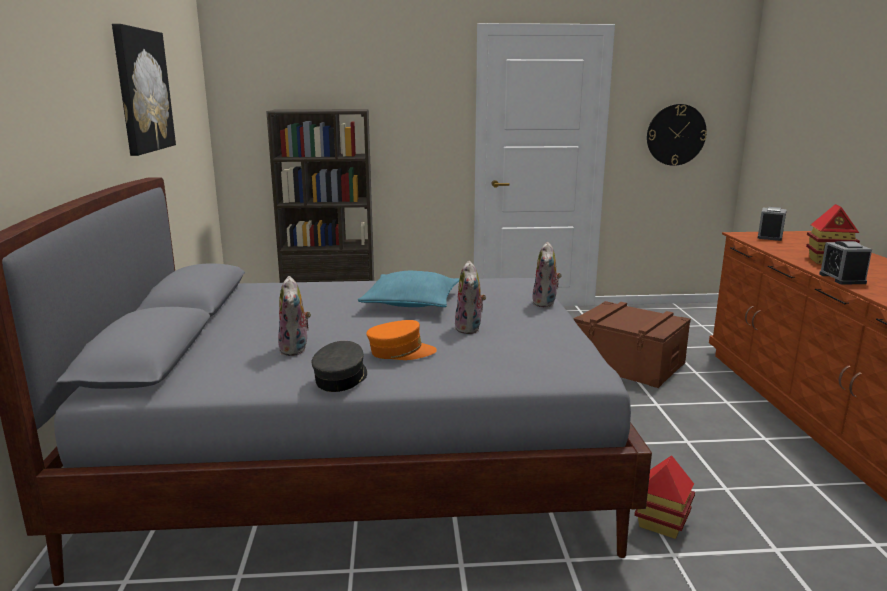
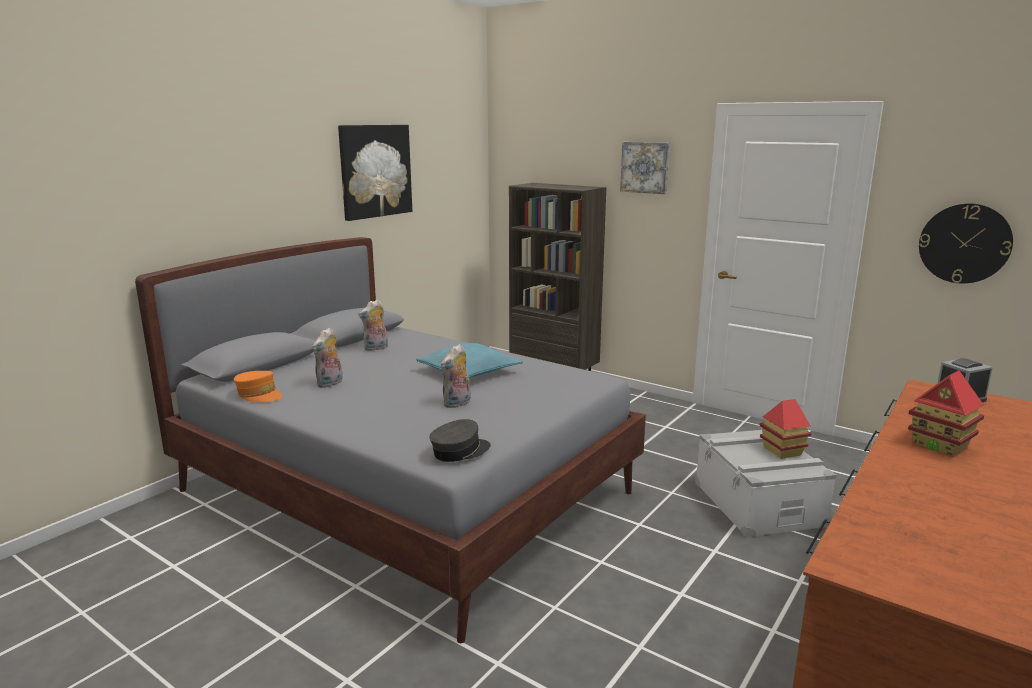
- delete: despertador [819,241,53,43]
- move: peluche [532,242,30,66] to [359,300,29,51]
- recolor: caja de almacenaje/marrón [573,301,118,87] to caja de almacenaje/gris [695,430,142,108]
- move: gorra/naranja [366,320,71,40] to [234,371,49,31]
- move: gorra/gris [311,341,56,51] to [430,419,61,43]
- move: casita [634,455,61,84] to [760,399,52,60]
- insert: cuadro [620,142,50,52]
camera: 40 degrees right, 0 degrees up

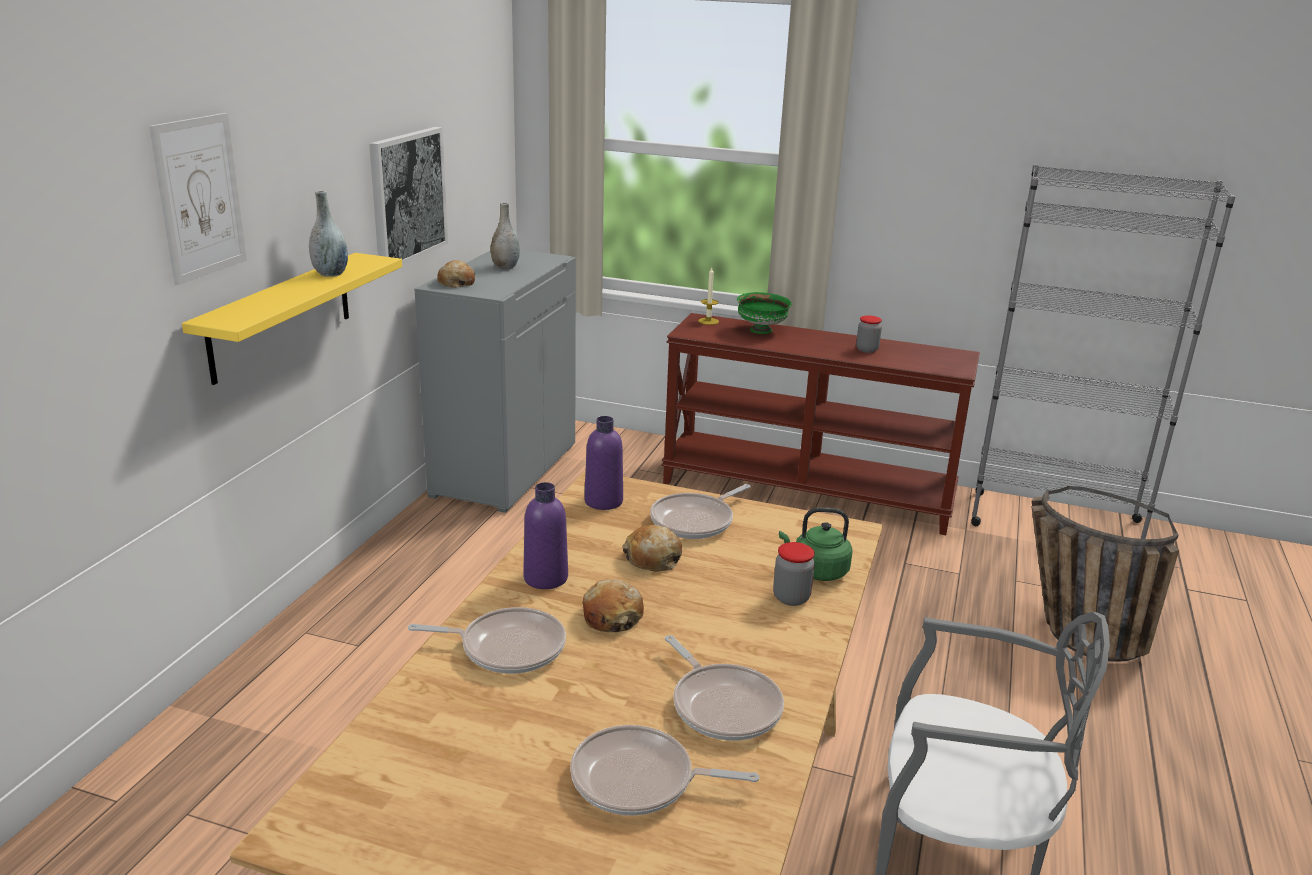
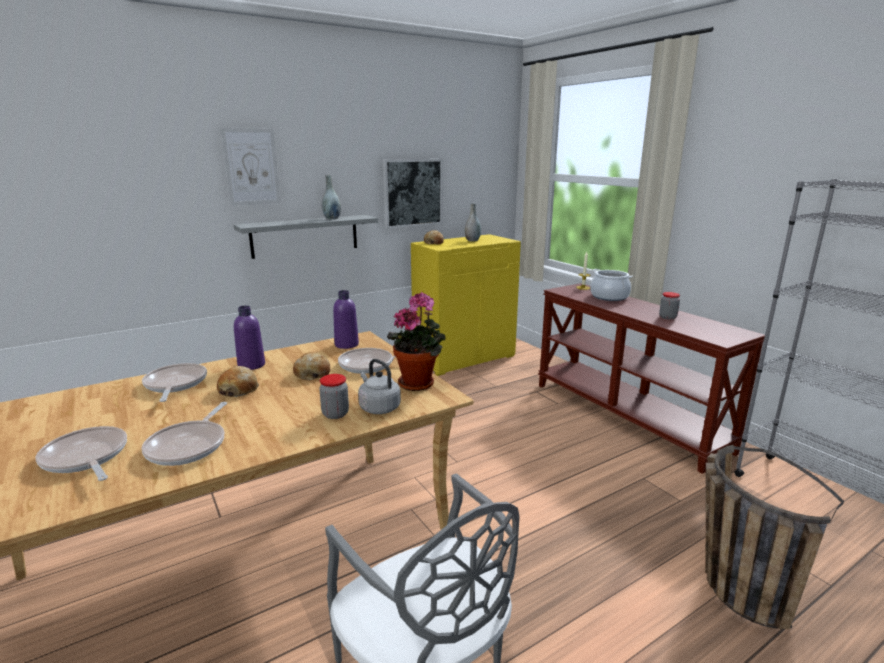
- recolor: armario/gris [415,250,161,263] to armario/amarillo [411,234,110,142]
- recolor: estante/amarillo [182,253,220,132] to estante/gris [234,215,144,44]
- replace: cuenco/verde [737,292,55,42] to olla [590,269,43,32]
- recolor: hervidor/verde [779,507,74,74] to hervidor/gris [358,359,43,55]
- rotate: sartén [408,607,158,67] = [142,363,65,39] 150 degrees counterclockwise
- insert: planta en maceta [387,292,58,99]
camera: 40 degrees right, 5 degrees down

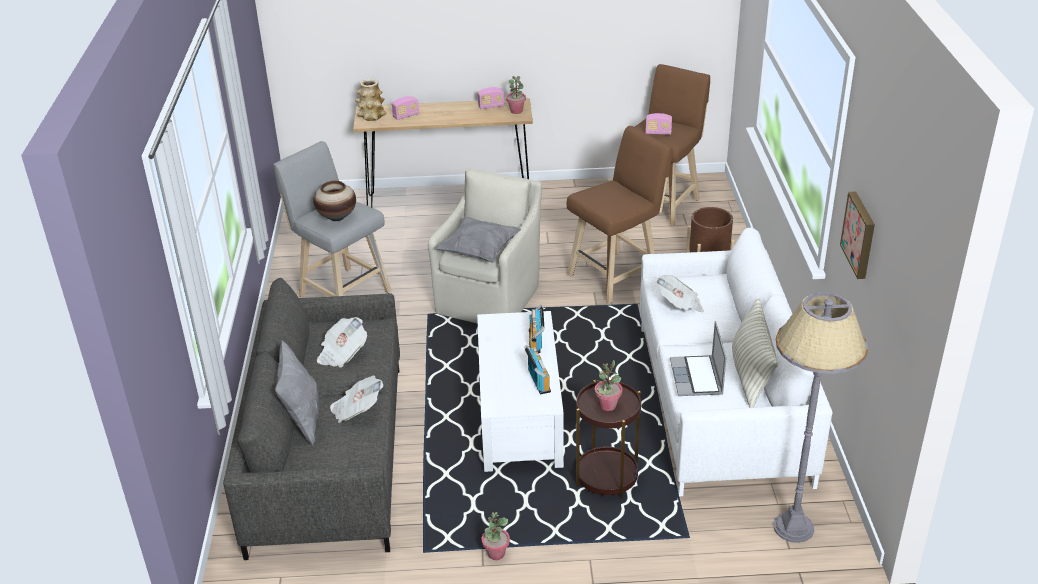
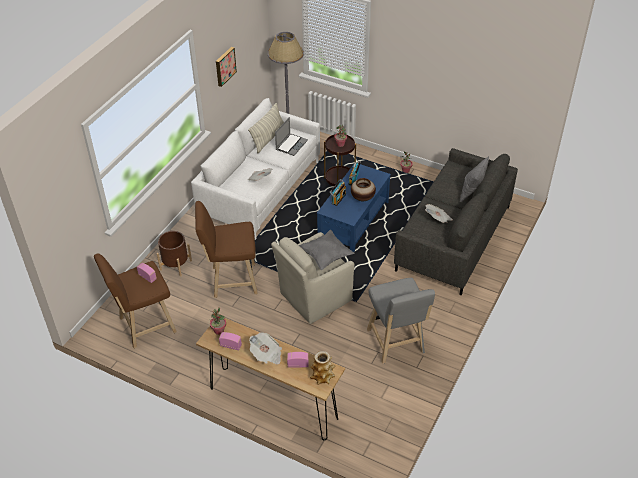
- move: florero [313,181,43,40] to [351,178,25,23]
- recolor: mesa de centro/blanco [477,311,87,161] to mesa de centro/azul [317,164,74,88]
- move: periódico [330,376,53,47] to [249,332,33,33]
camera: 150 degrees left, 10 degrees up

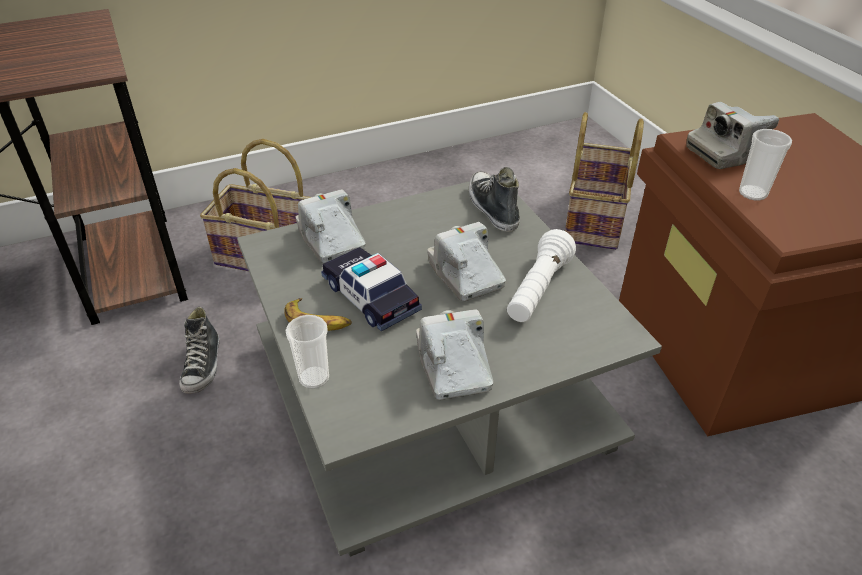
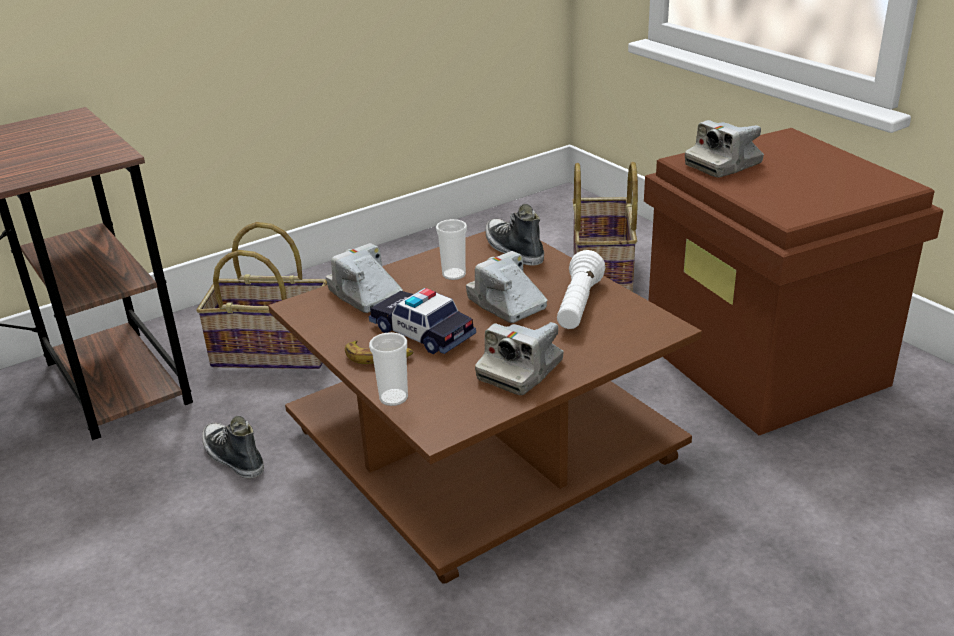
- move: taza [739,129,53,71] to [436,219,31,61]
- recolor: mesa de centro/gris [237,176,425,381] to mesa de centro/marrón [268,231,434,353]
- rotate: zapato [179,307,40,87] = [202,416,62,62] 150 degrees clockwise
- rotate: cámara [416,309,77,91] = [475,322,89,73] 120 degrees counterclockwise
camera: 10 degrees left, 10 degrees down

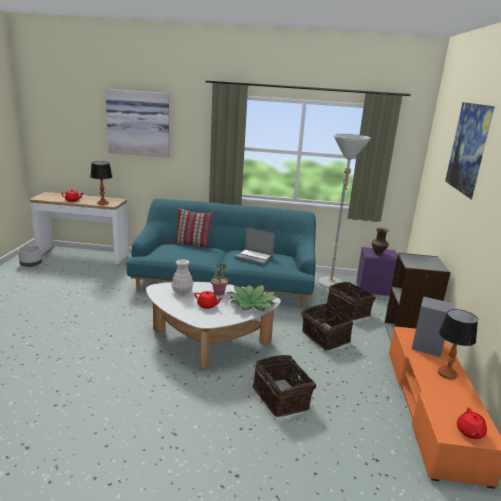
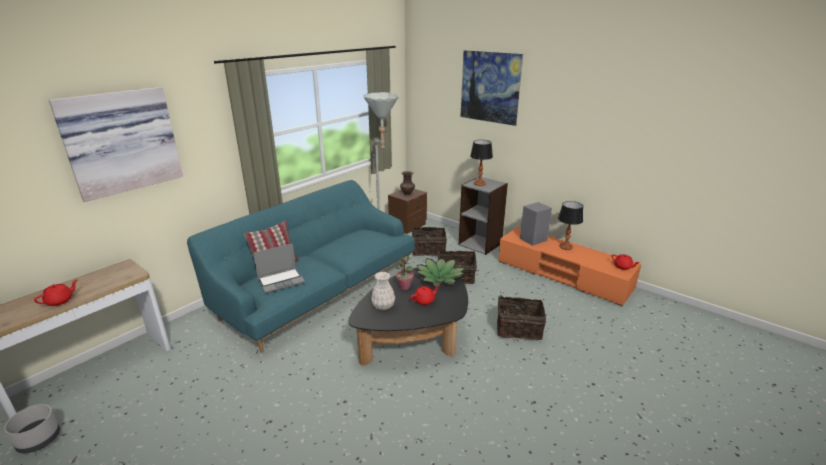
- move: lámpara de mesa [90,161,22,44] to [470,140,23,46]
- move: portátil [235,228,40,37] to [253,243,52,50]
- recolor: mesita de noche/morado [356,247,41,49] to mesita de noche/marrón [388,189,39,45]
- recolor: mesa de centro/blanco [146,282,135,87] to mesa de centro/negro [348,265,120,101]
camera: 55 degrees left, 5 degrees up

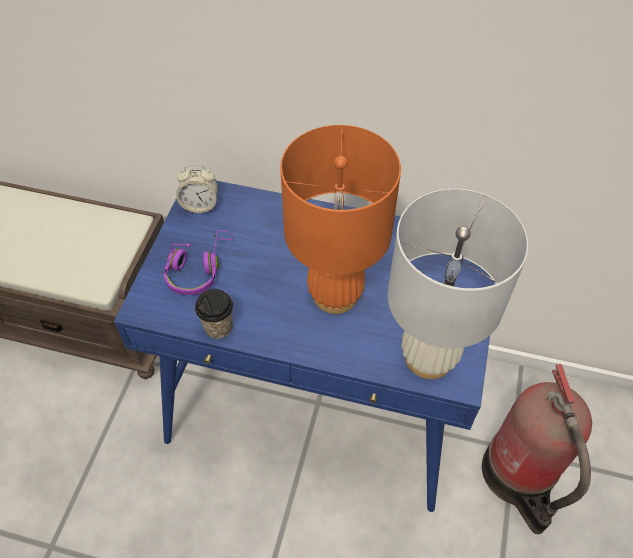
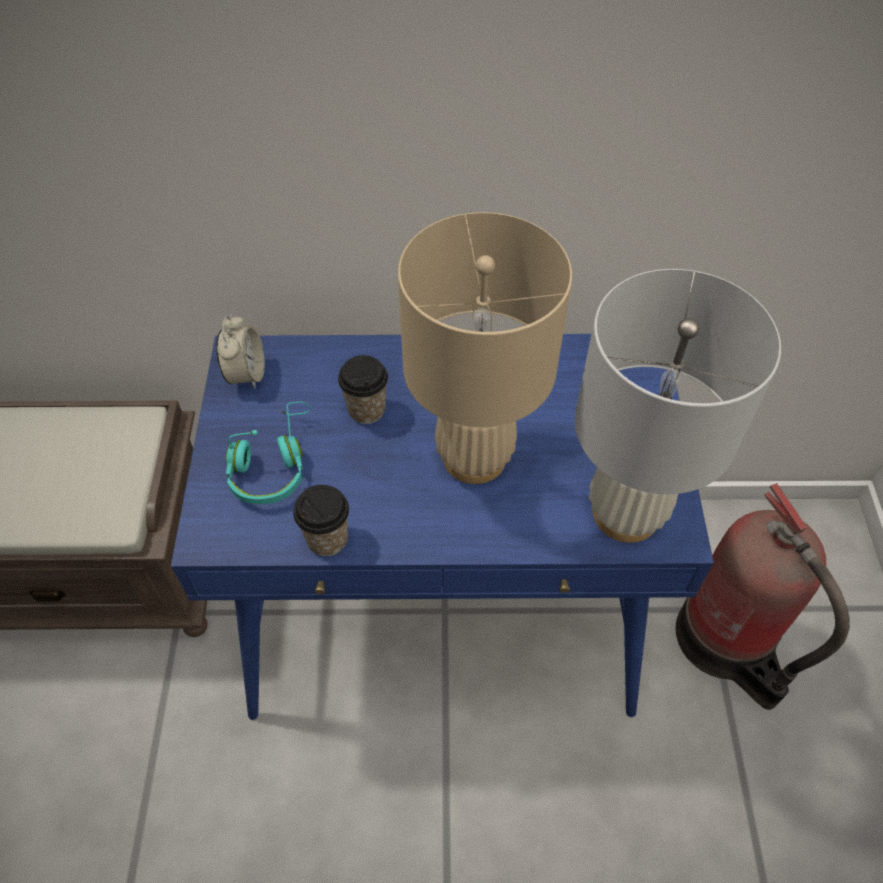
- recolor: lámpara de mesa/naranja [280,125,121,189] to lámpara de mesa/beis [398,212,174,272]
- rotate: despertador [176,165,42,48] = [216,315,49,74] 75 degrees counterclockwise
- recolor: auriculares/morado [163,230,70,65] to auriculares/turquesa [226,402,84,102]
- insert: taza [338,355,50,69]
camera: 15 degrees left, 0 degrees up

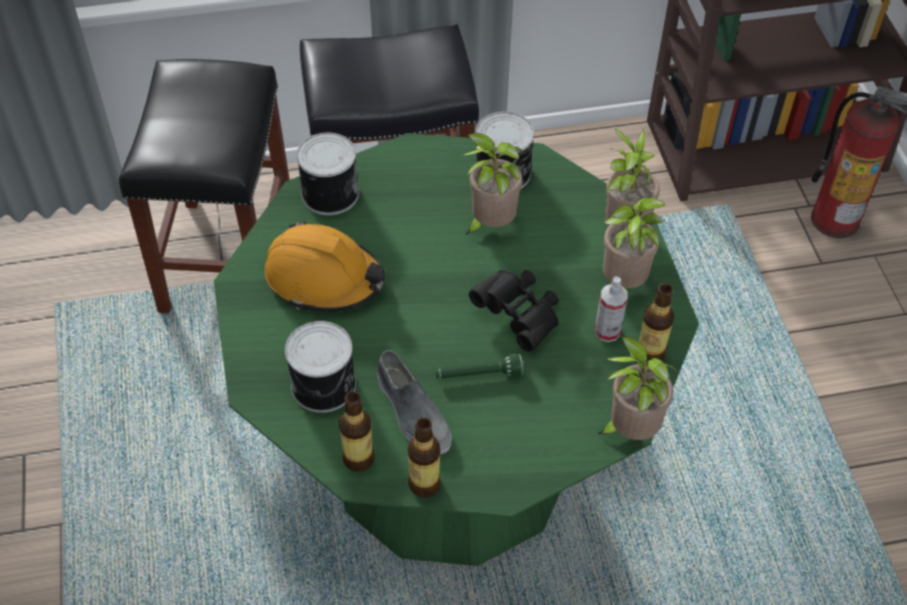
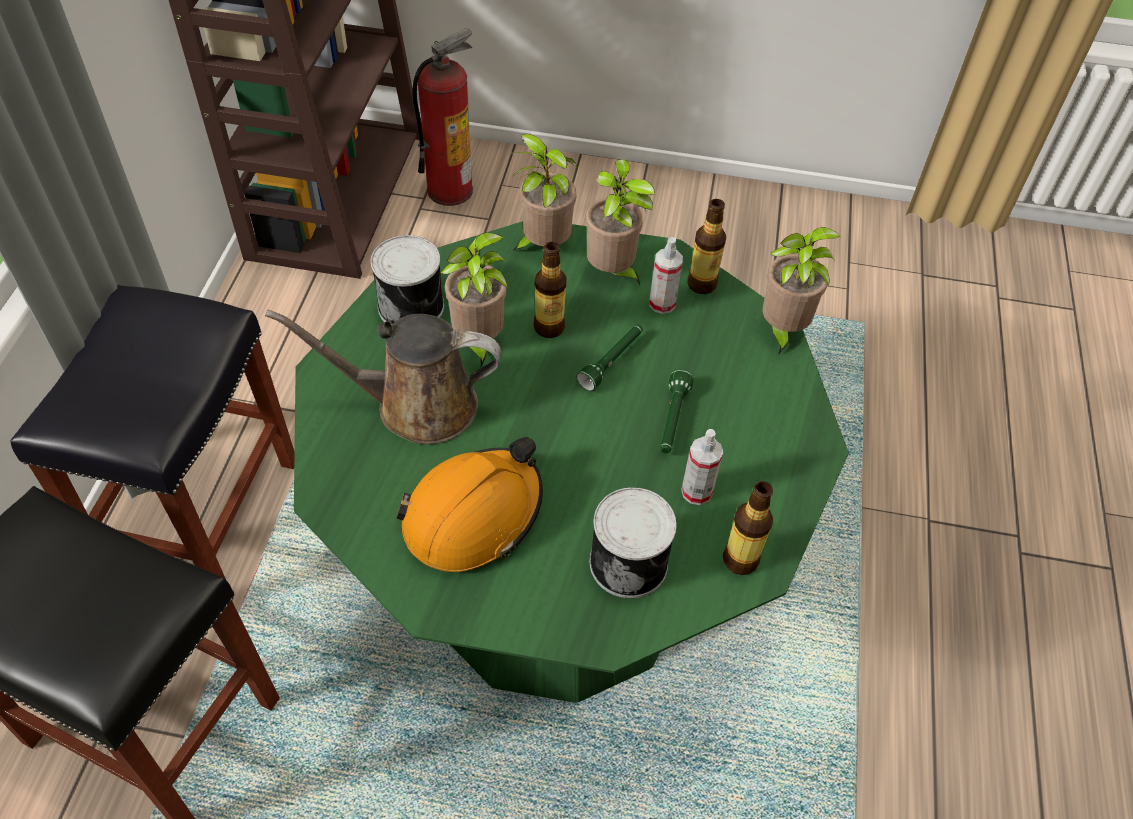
- delete: lata [296,133,63,82]
- replace: prismáticos/negro [469,270,90,82] to linterna/verde [576,325,67,66]
- replace: zapato/gris [376,350,76,104] to pulverizador [681,429,42,76]
- move: botella [408,417,33,80] to [534,242,32,96]
- insert: regadera/marrón [265,309,237,136]
camera: 70 degrees left, 0 degrees up

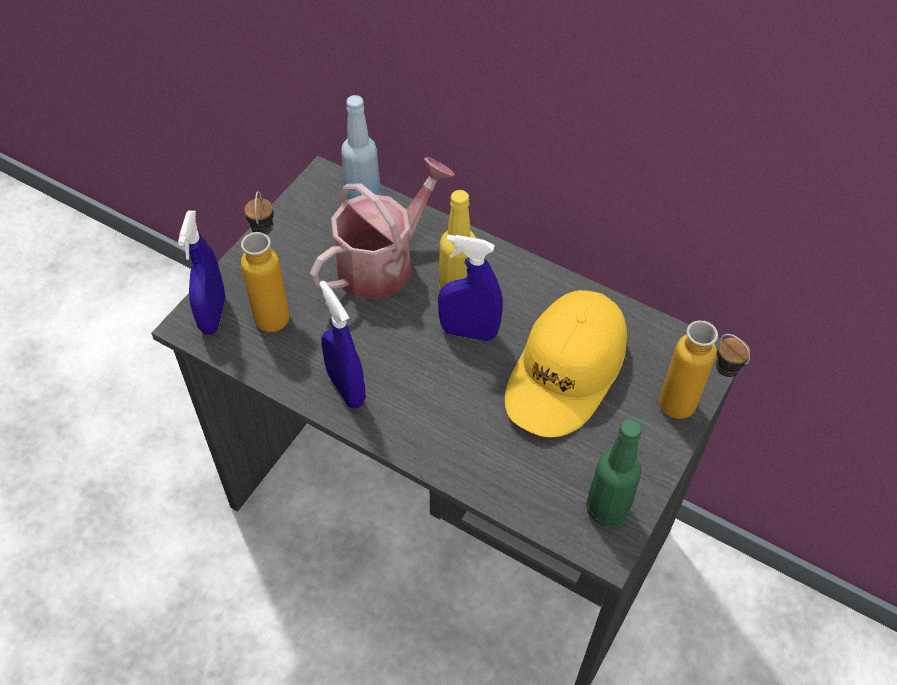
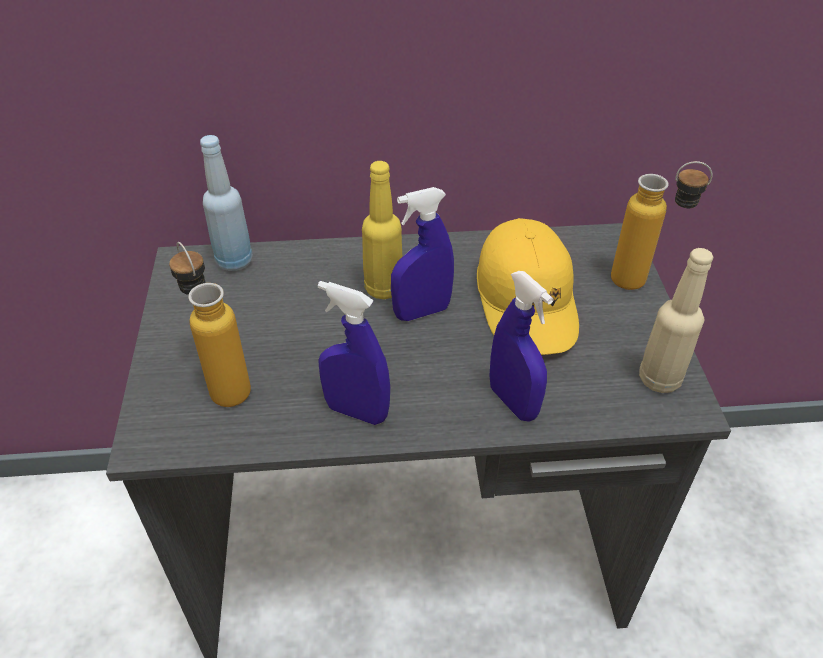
- delete: regadera [310,157,145,143]
- move: pulverizador/azul [178,211,47,124] to [490,271,63,151]
- recolor: botella/verde [586,419,56,108] to botella/beis [639,248,74,145]
camera: 35 degrees left, 10 degrees down

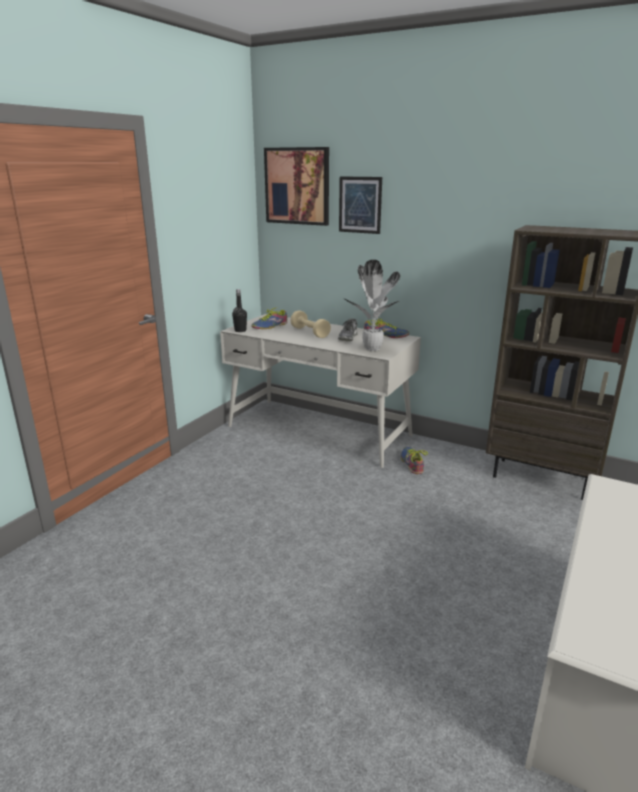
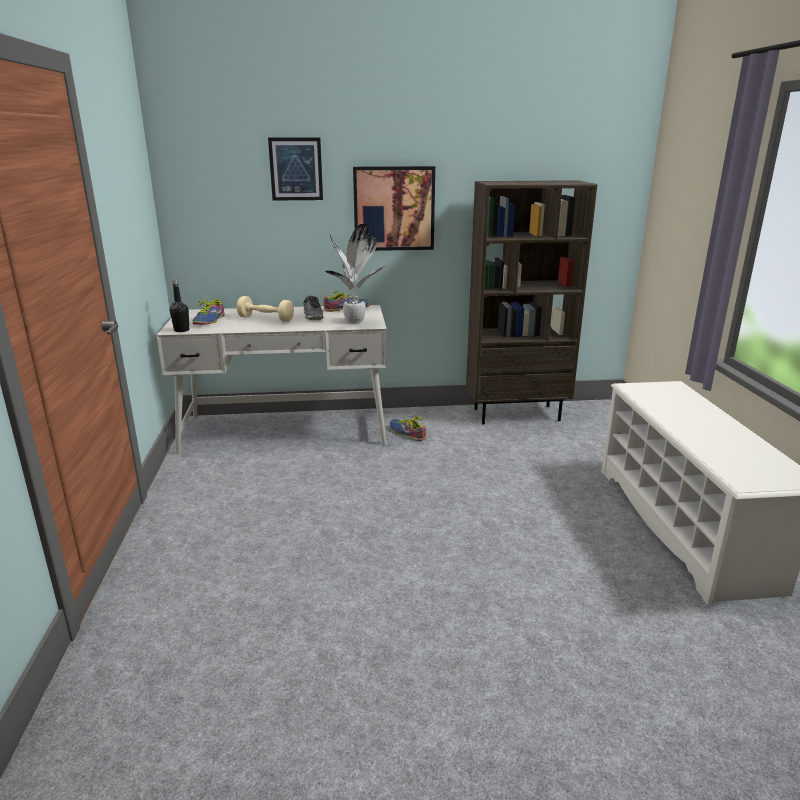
- move: cuadro [264,147,65,79] to [353,166,82,85]
camera: 35 degrees left, 0 degrees up

